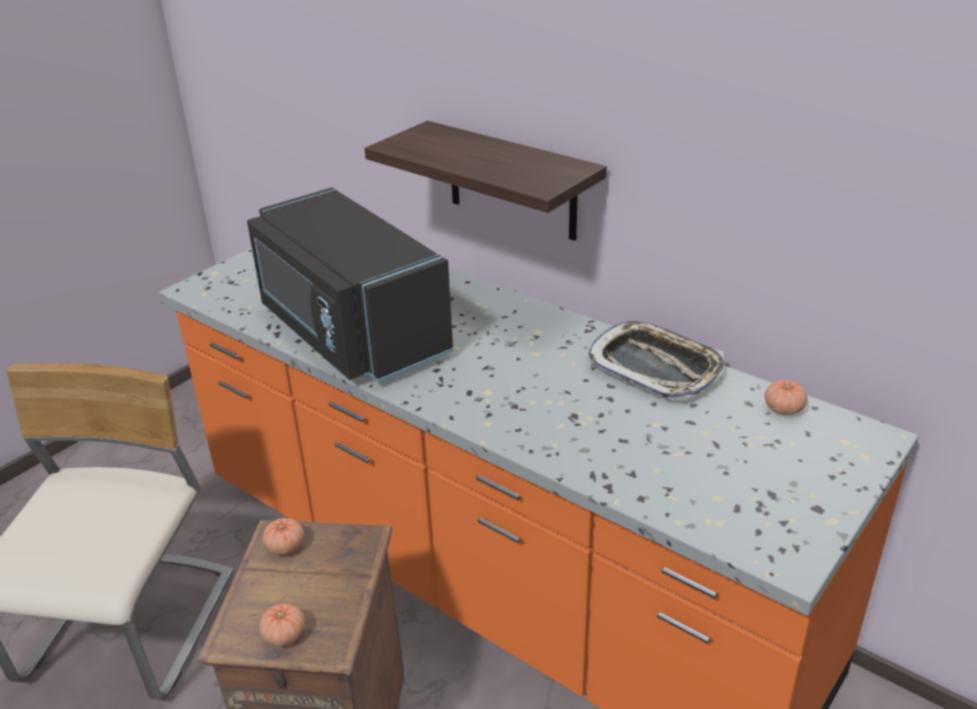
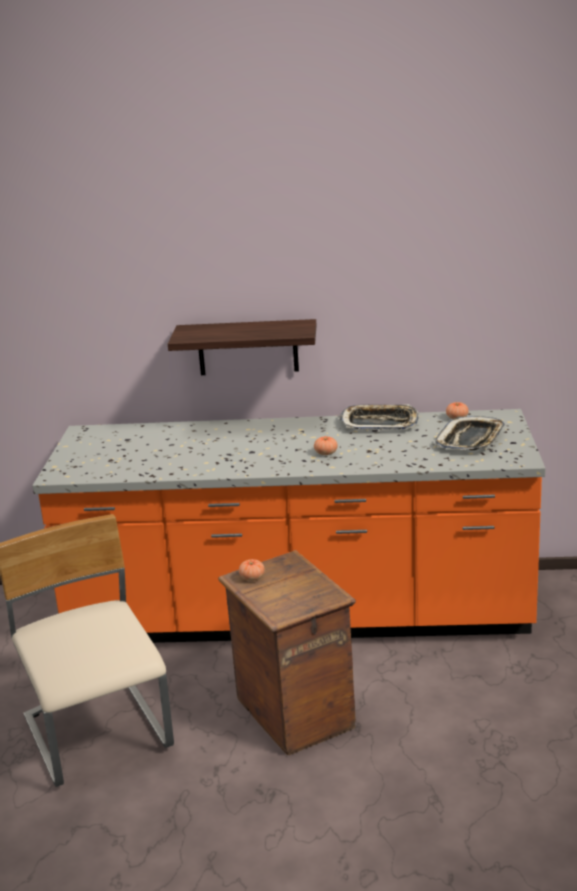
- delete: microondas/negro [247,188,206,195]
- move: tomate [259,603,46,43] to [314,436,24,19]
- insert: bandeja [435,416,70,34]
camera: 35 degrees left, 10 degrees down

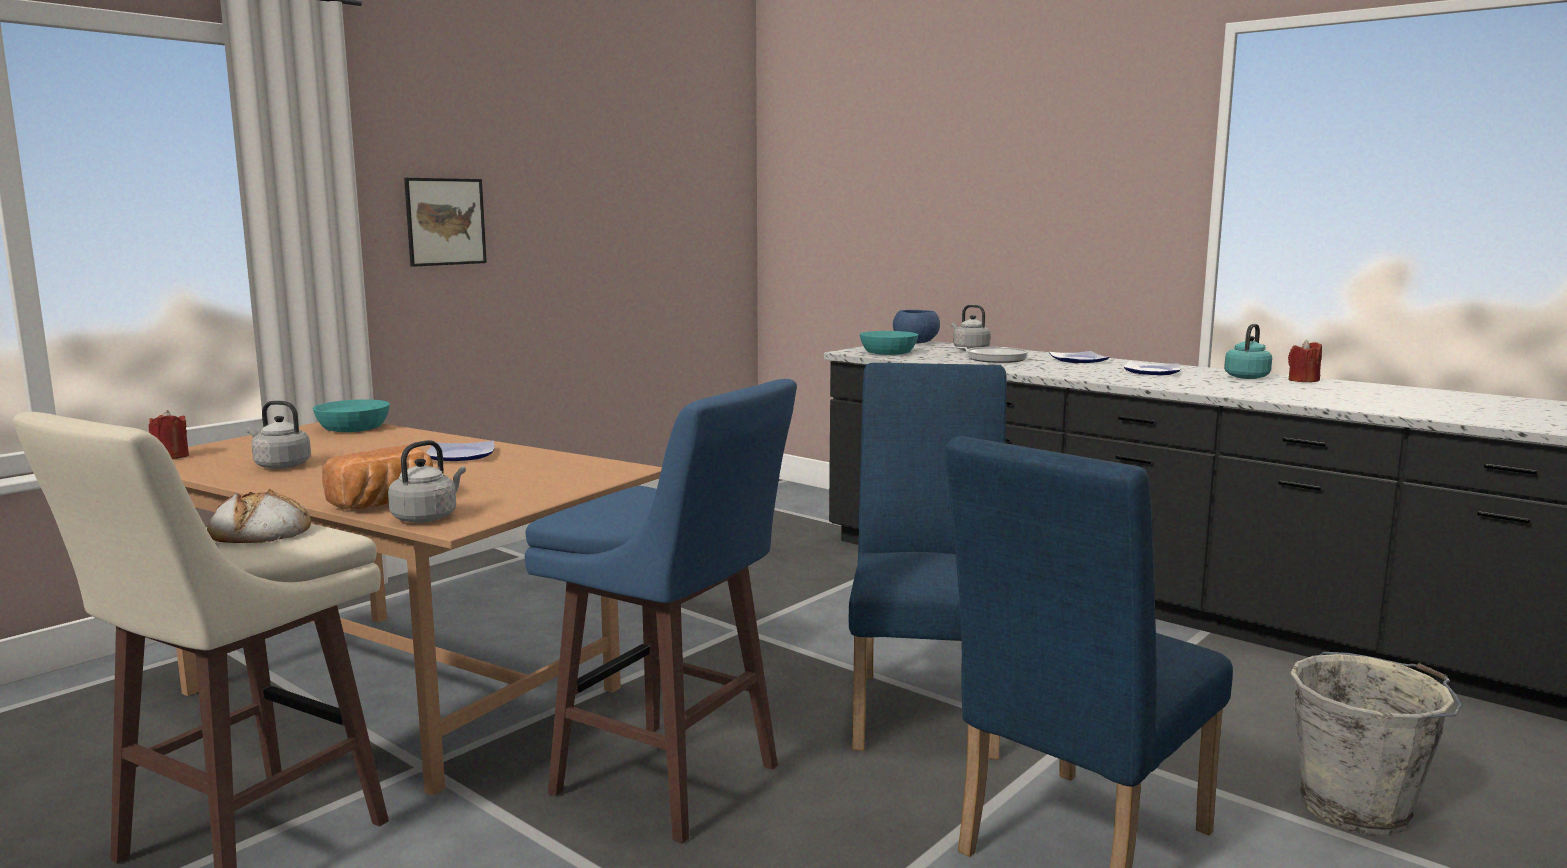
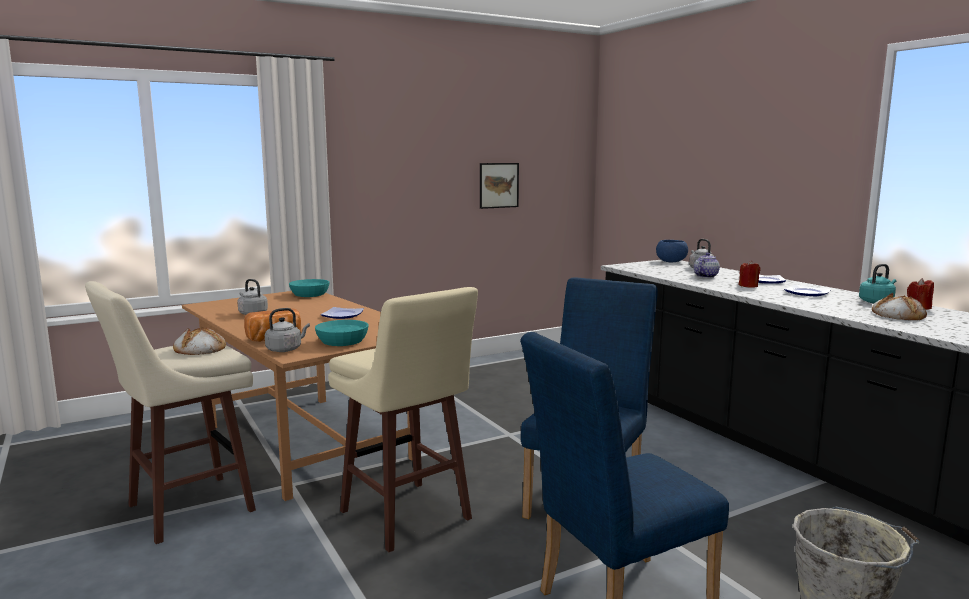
- move: cuadro [404,178,83,89] to [480,163,39,46]
- move: cuenco/turquesa [860,331,58,24] to [315,320,54,26]
- replace: sartén [935,346,93,17] to tetera [694,253,26,25]
- recolor: taburete/azul [525,379,272,465] to taburete/beis [328,287,150,265]
- move: vela/rojo [149,410,40,49] to [739,261,22,27]
- insert: pan [872,293,55,27]
camera: 20 degrees right, 0 degrees up

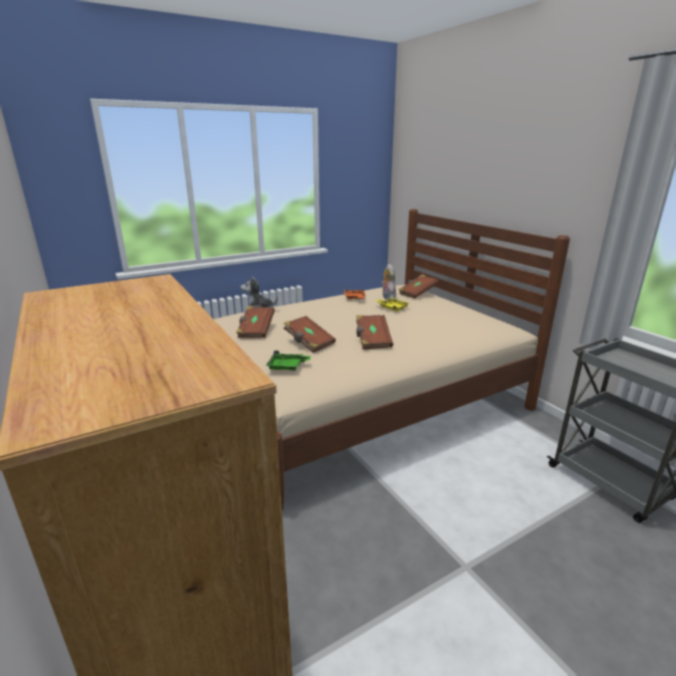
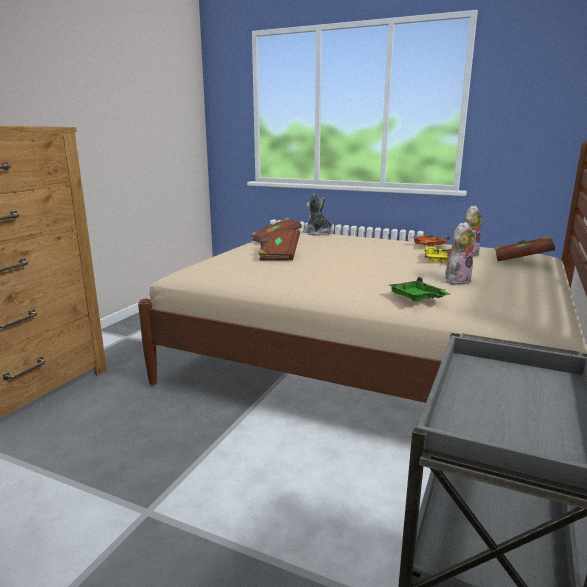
- delete: libro/marrón [356,315,37,34]
- move: bandeja/verde [266,351,45,20] to [388,277,62,25]
- insert: peluche [445,222,30,63]
camera: 55 degrees right, 5 degrees down

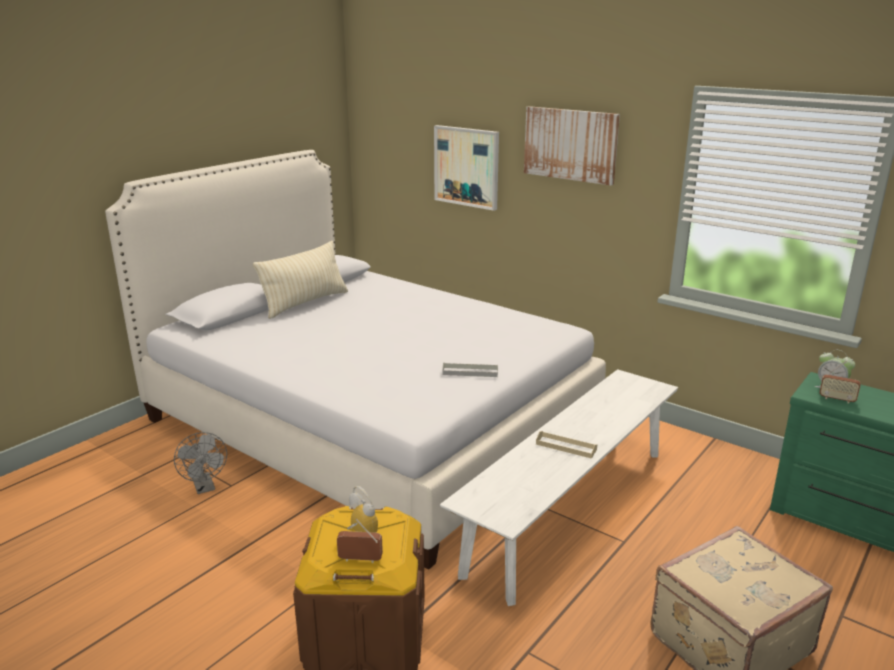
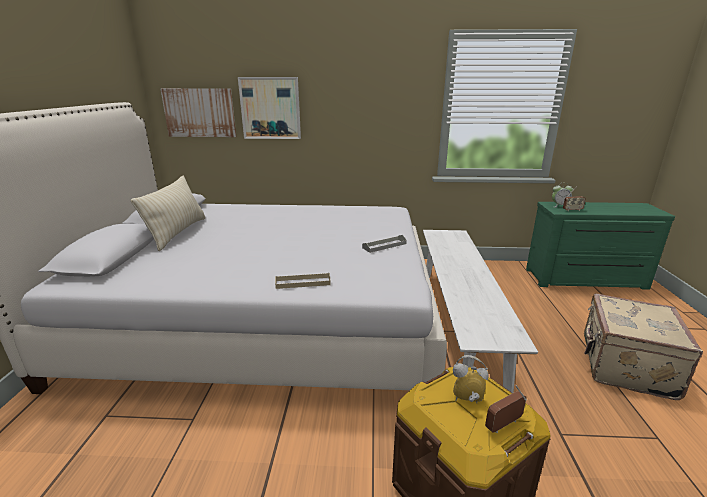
- move: cuadro [524,106,96,80] to [160,88,76,49]
- move: bandeja/beis [536,431,61,28] to [275,273,56,16]
- delete: ventilador/gris [174,432,53,62]
camera: 35 degrees left, 0 degrees up

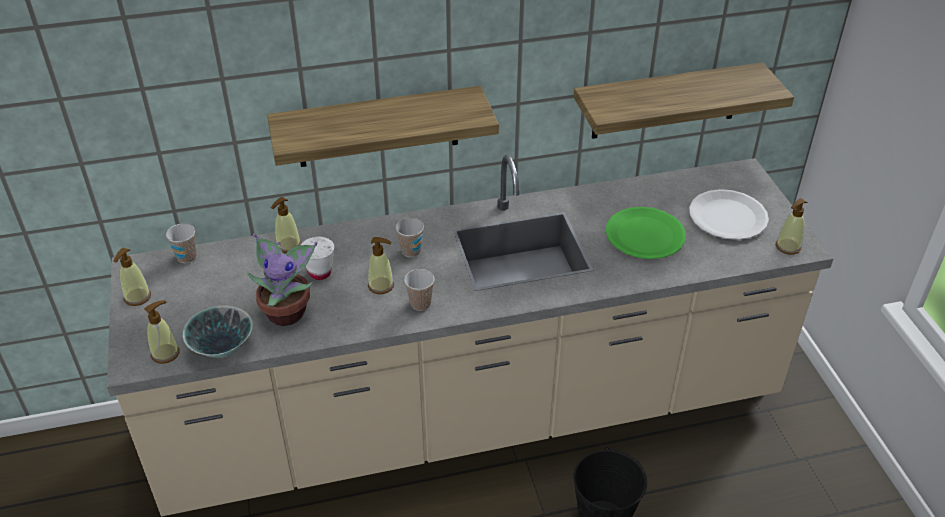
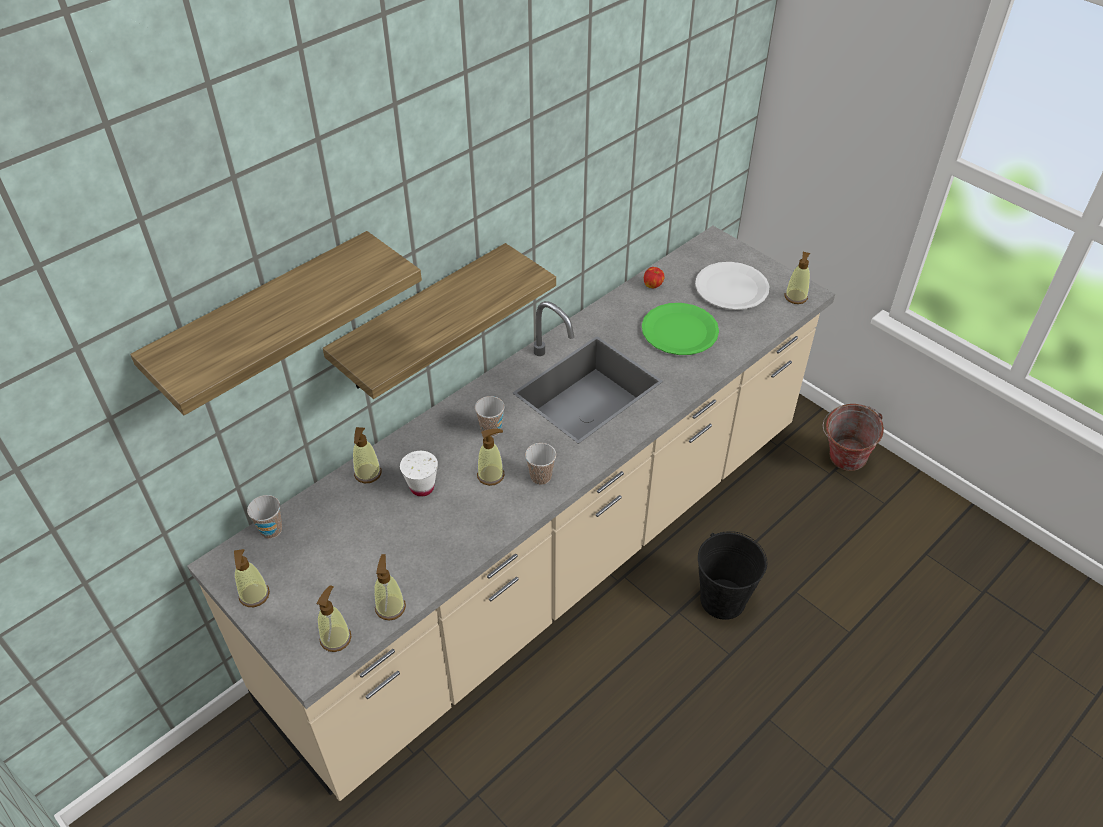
- move: estante [573,62,221,77] to [130,231,292,184]
- delete: planta en maceta [247,234,70,92]
- replace: cuenco [183,306,70,52] to dispensador de jabón [374,554,32,66]
- insert: manzana [644,267,20,22]
- insert: cubo [823,404,61,67]
camera: 30 degrees left, 5 degrees up

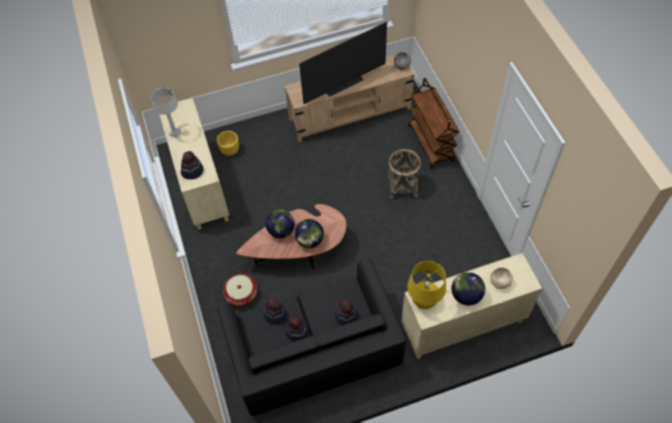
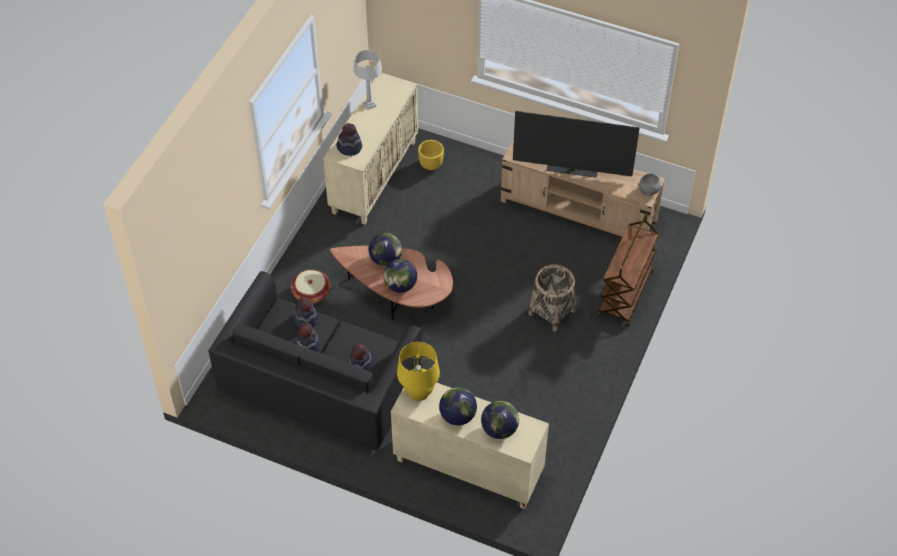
- replace: cuenco/beis [490,267,23,22] to globo terráqueo [481,401,38,38]
camera: 40 degrees right, 5 degrees down

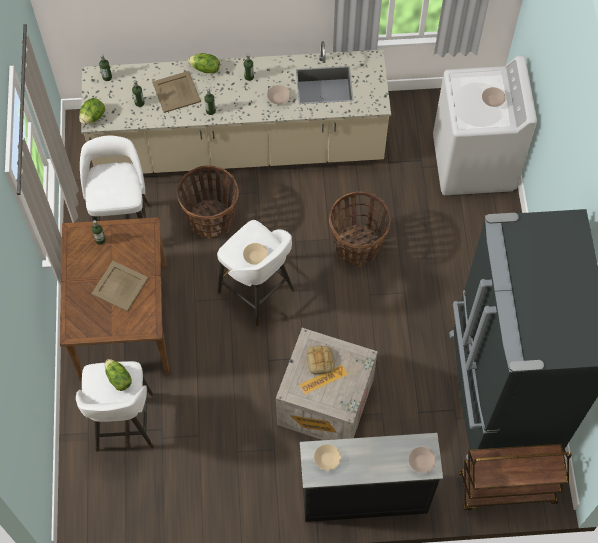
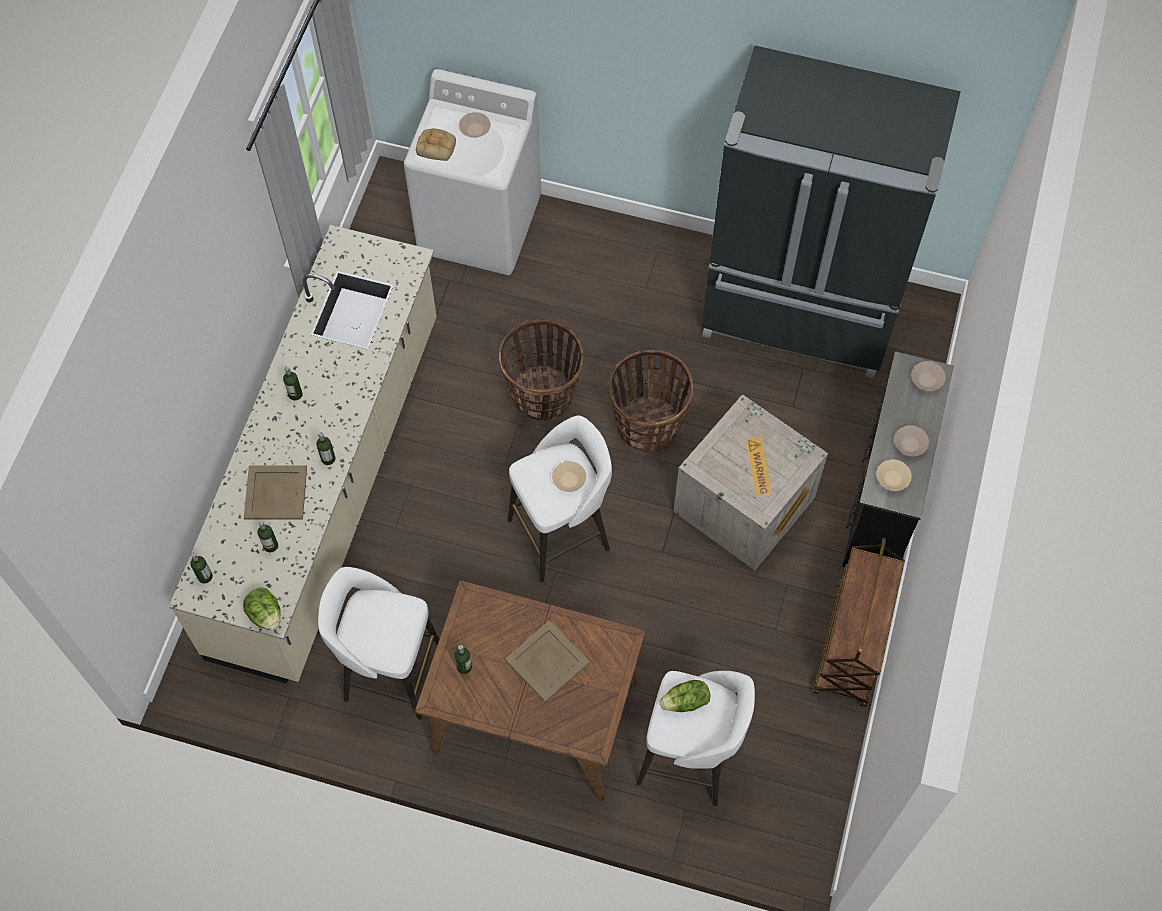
- delete: lechuga [188,53,32,20]
- move: cuenco/beis [267,85,23,19] to [894,425,35,31]
- move: cesta [177,165,62,74] to [609,350,85,103]
- move: pan [307,345,28,29] to [416,128,40,33]
- move: carrito/marrón [459,444,113,67] to [813,537,91,170]
camera: 70 degrees left, 0 degrees up

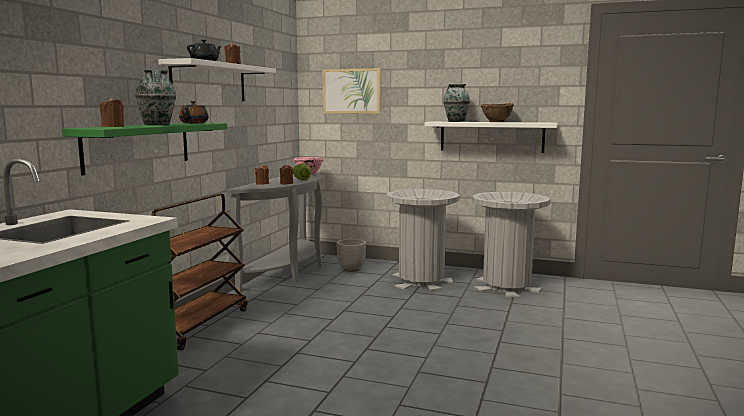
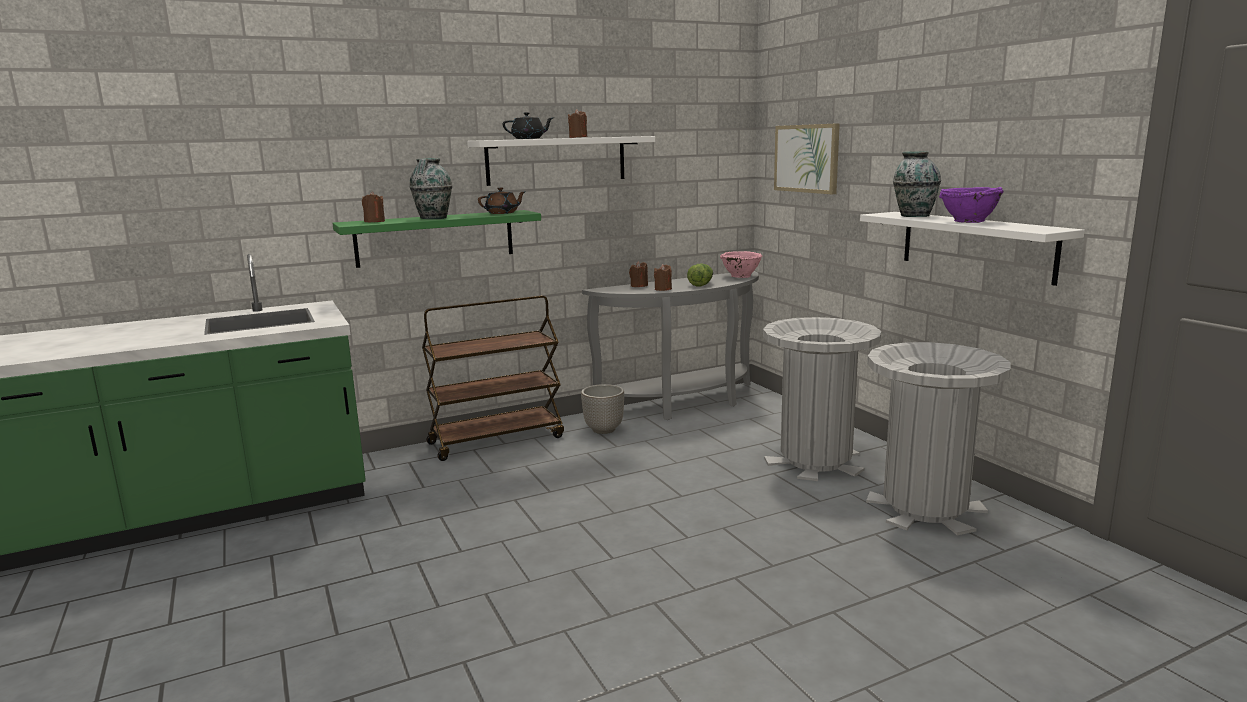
- recolor: cuenco/marrón [481,103,33,19] to cuenco/morado [939,187,65,36]
- move: maceta [337,239,29,33] to [581,384,43,50]
camera: 45 degrees right, 5 degrees up

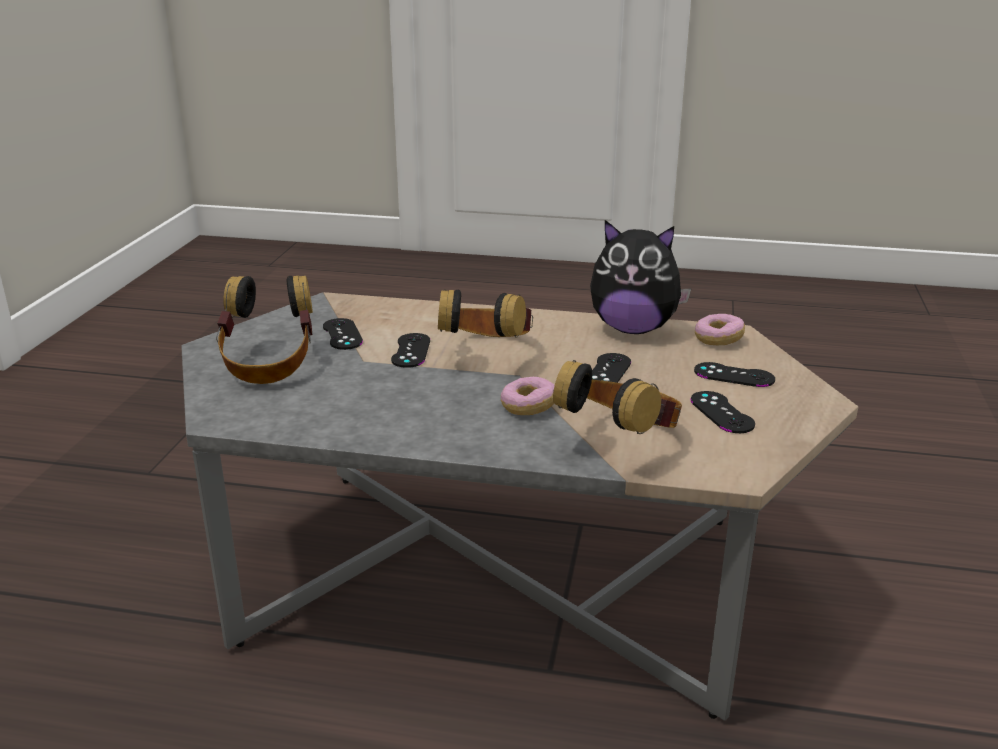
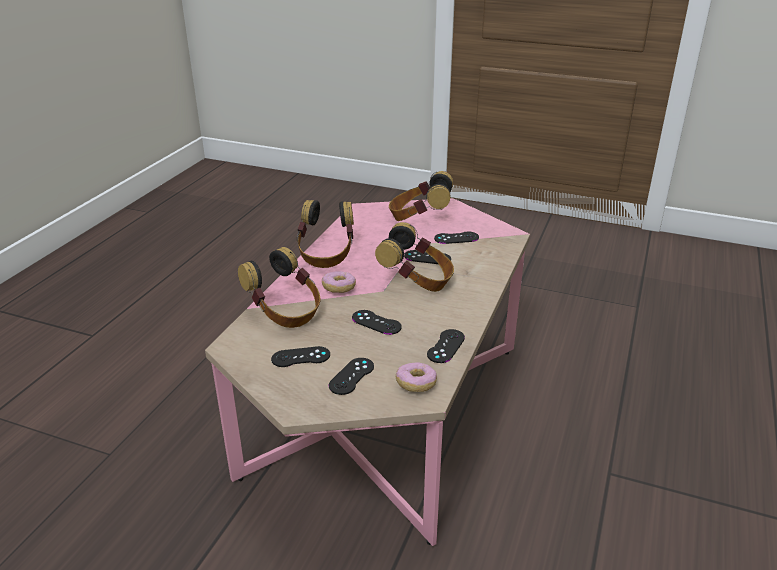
- replace: peluche [590,220,102,114] to mando de consola/negro [427,329,38,34]
- recolor: mesa de centro/gris [181,292,677,429] to mesa de centro/rosa [205,198,325,348]
- insert: auriculares [297,200,57,68]
camera: 100 degrees right, 5 degrees up

